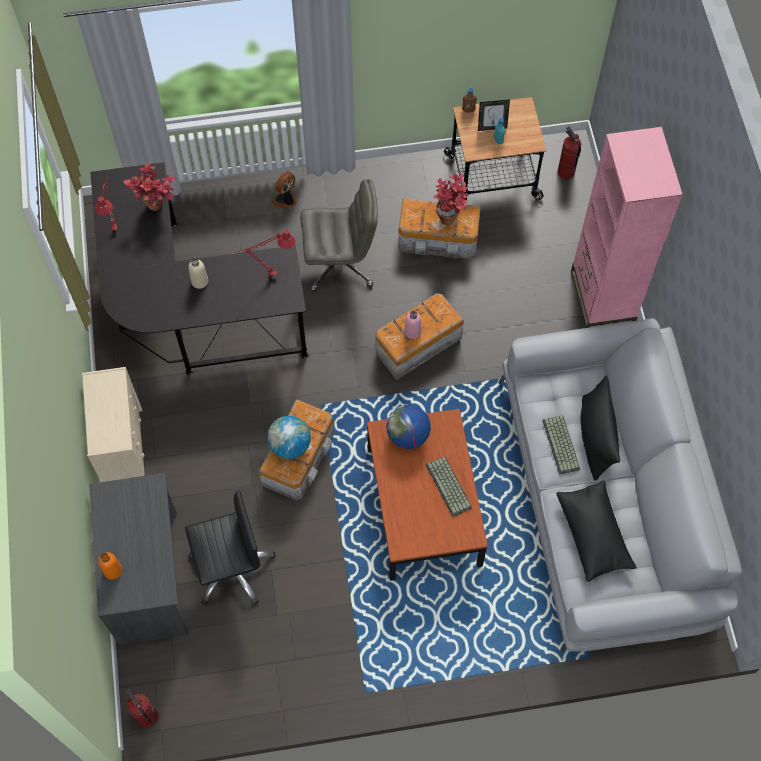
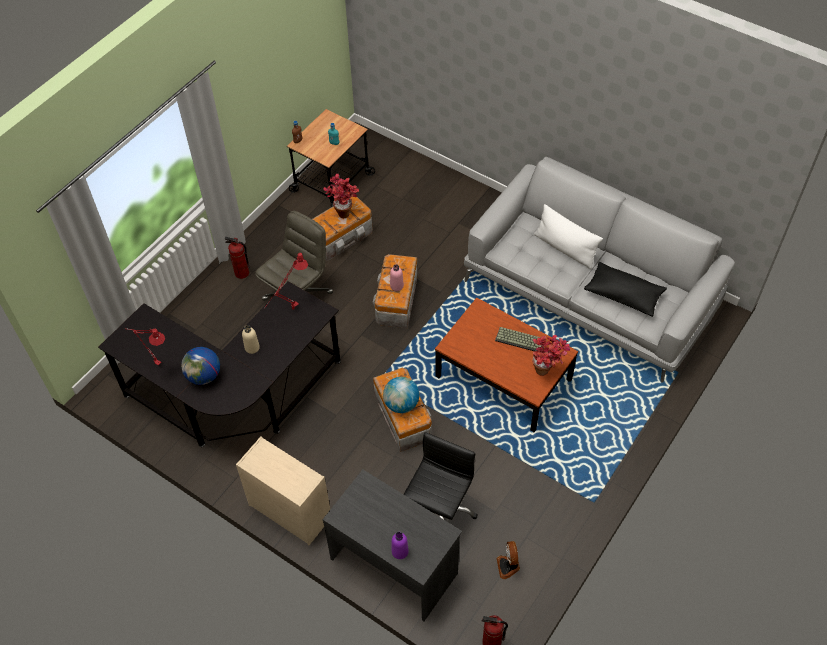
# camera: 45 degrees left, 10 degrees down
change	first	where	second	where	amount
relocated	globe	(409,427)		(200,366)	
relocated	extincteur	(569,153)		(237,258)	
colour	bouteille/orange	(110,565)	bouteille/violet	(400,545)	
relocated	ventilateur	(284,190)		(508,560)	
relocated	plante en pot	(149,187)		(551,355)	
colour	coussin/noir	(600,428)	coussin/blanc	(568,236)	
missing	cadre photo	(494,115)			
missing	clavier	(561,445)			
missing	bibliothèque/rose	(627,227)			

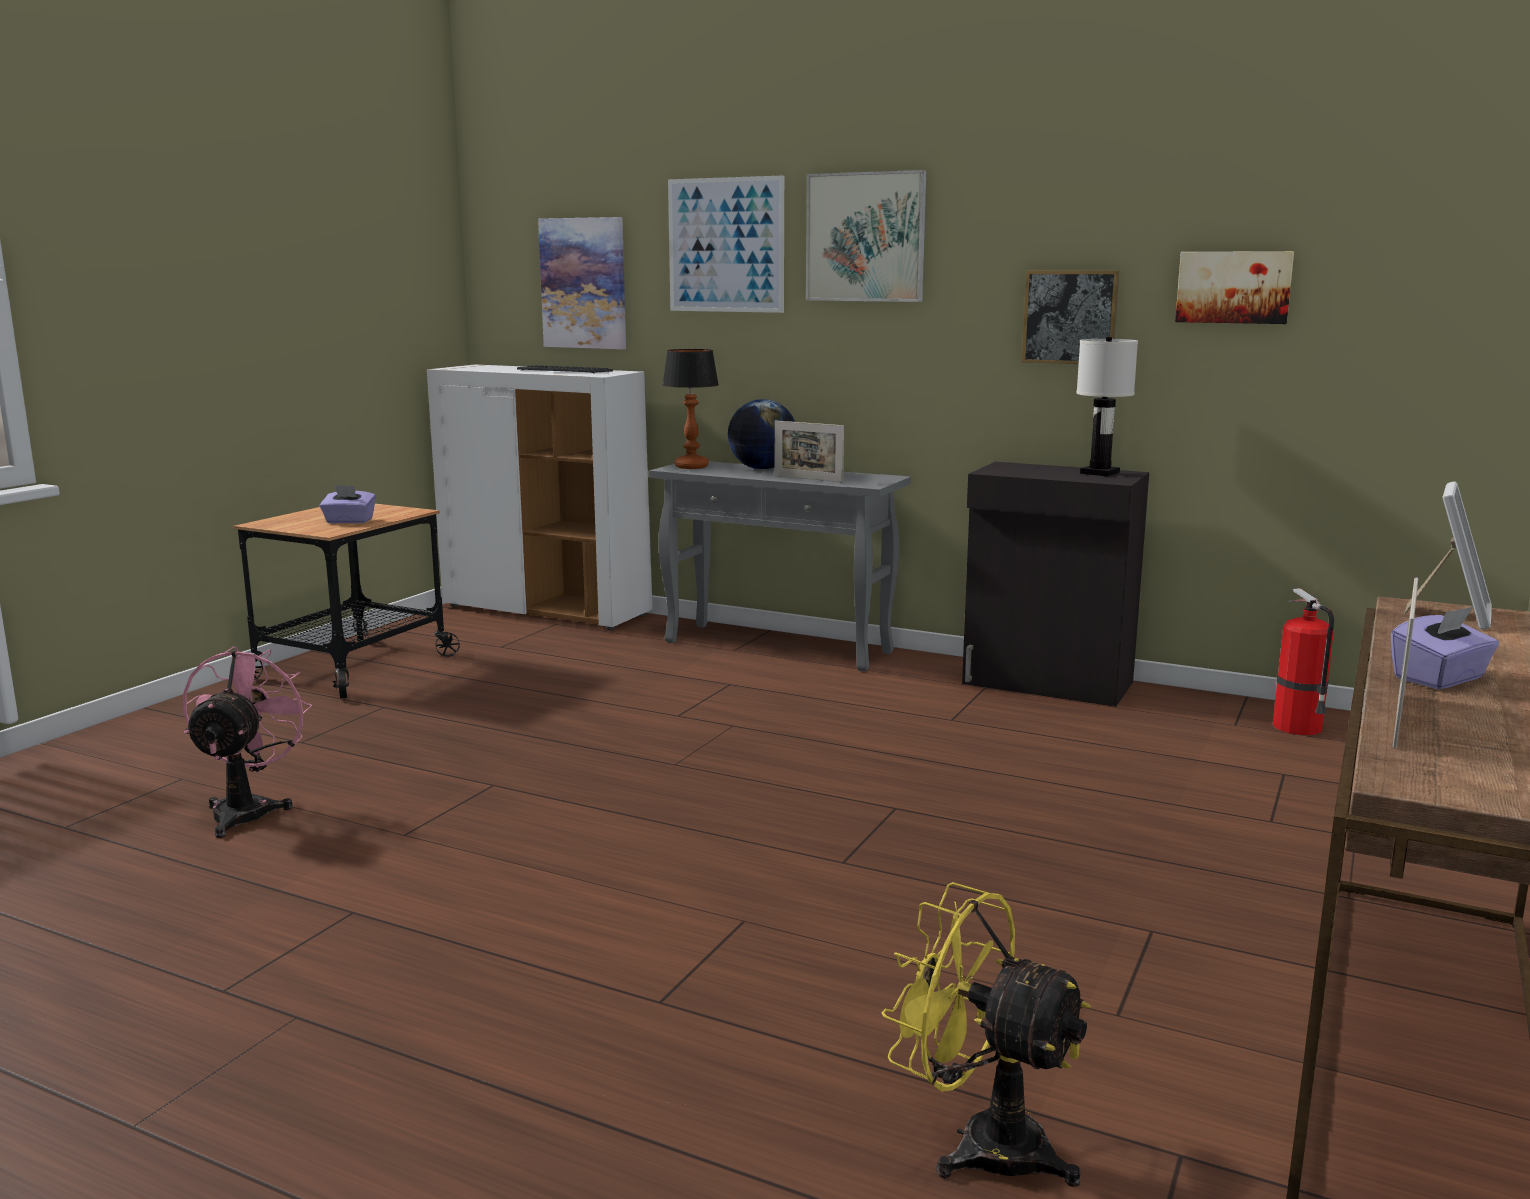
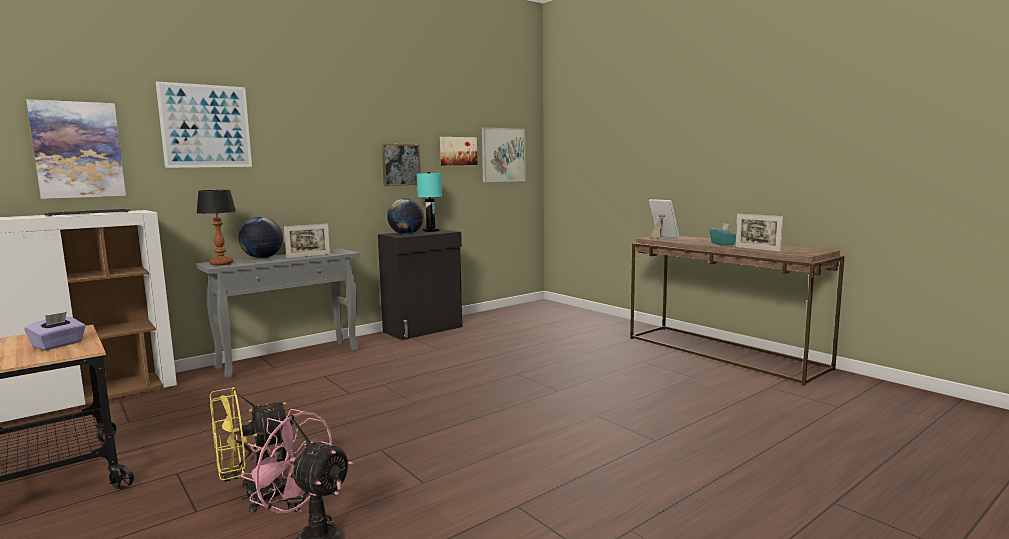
# camera: 65 degrees left, 5 degrees down
change	first	where	second	where	amount
relocated	ventilateur/jaune	(986,1034)		(251,450)	
appeared			globe	(405,216)	
colour	lampe de table/blanc	(1107,406)	lampe de table/turquoise	(429,202)	
relocated	tableau	(866,236)		(504,154)	
colour	boîte à mouchoirs/violet	(1445,648)	boîte à mouchoirs/turquoise	(723,234)	
missing	extincteur	(1303,661)			

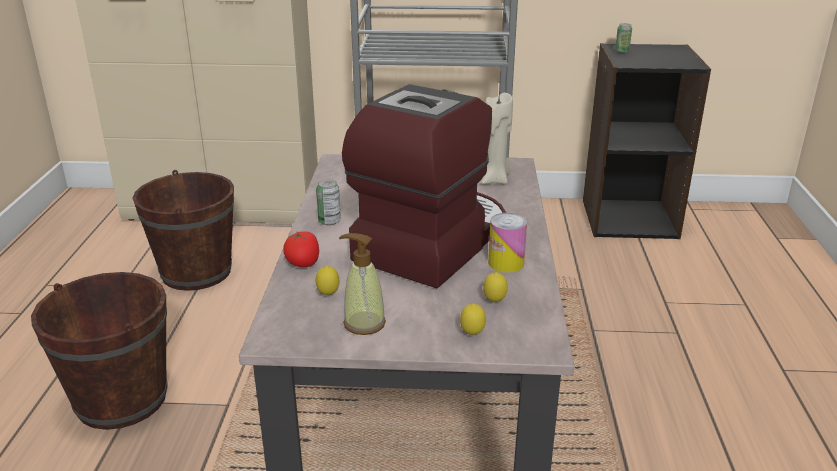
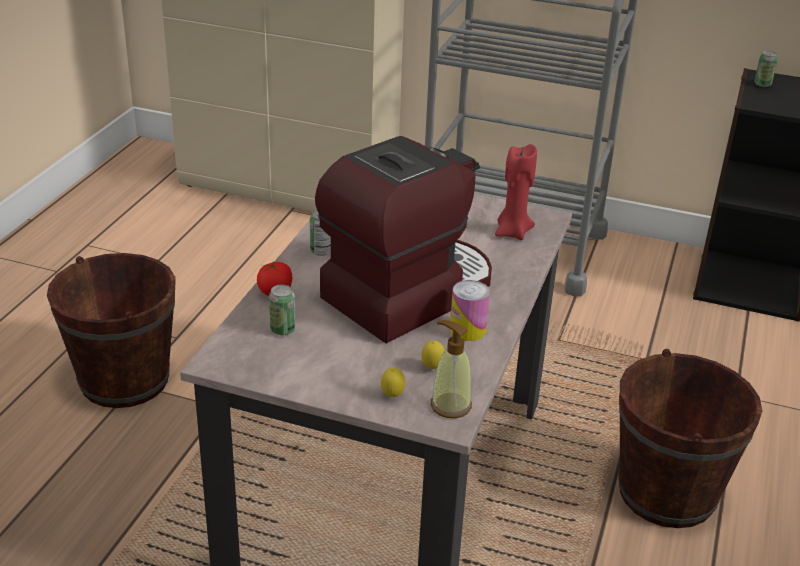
# camera: 15 degrees right, 5 degrees up
change	first	where	second	where	amount
exchanged	citron	(328,281)	boîte métallique	(282,310)	
relocated	distributeur de savon	(362,284)		(451,369)	
colour	bougie/beige	(497,139)	bougie/rouge	(516,192)	
relocated	seau/marron	(183,230)		(690,438)	

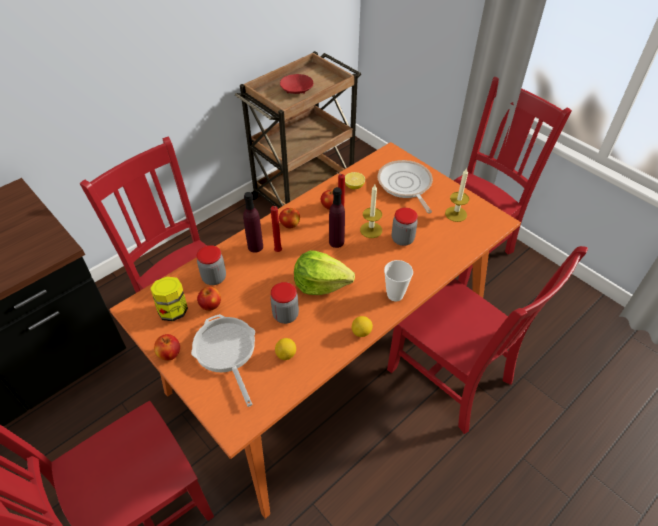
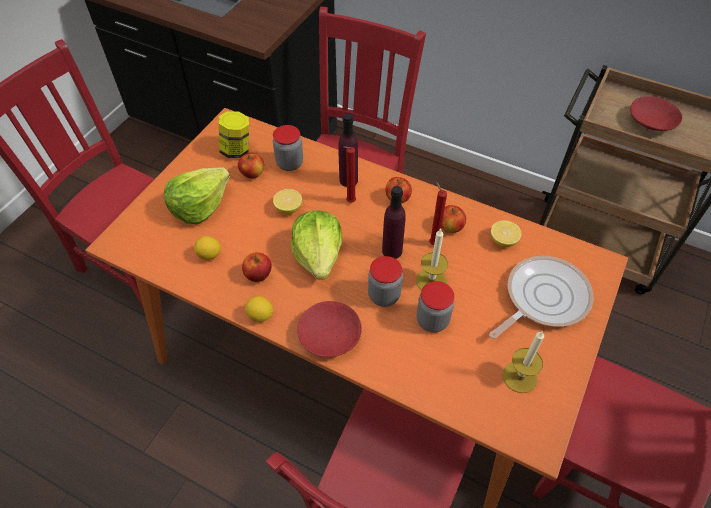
# camera: 70 degrees right, 5 degrees up
change	first	where	second	where	amount
exchanged	poêle	(223,360)	laitue	(197,195)	
relocated	pomme	(167,347)		(257,267)	
appeared			citron	(287,201)	
exchanged	tasse	(398,280)	bol/rouge	(329,329)	
relocated	bocal	(284,303)		(385,281)	

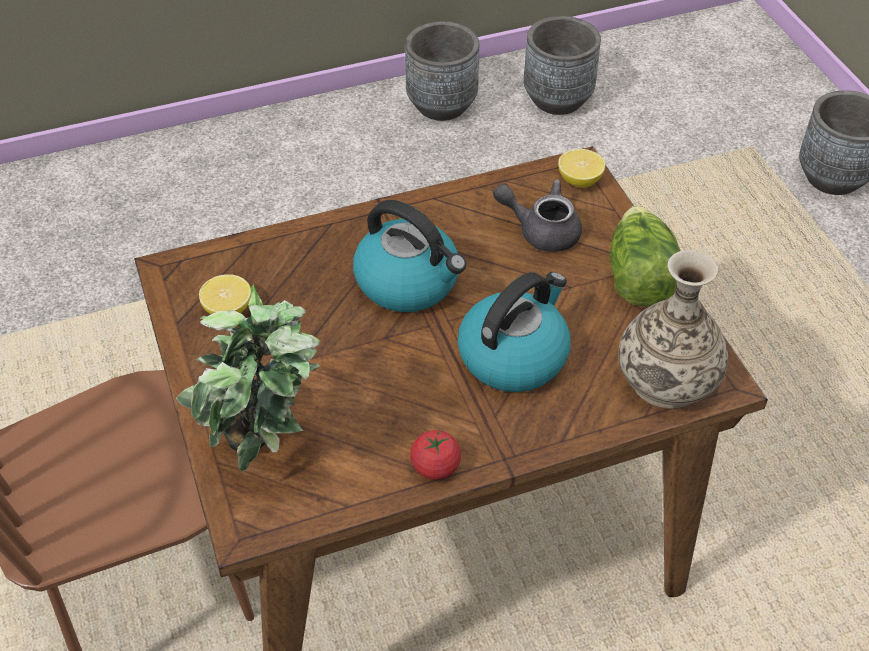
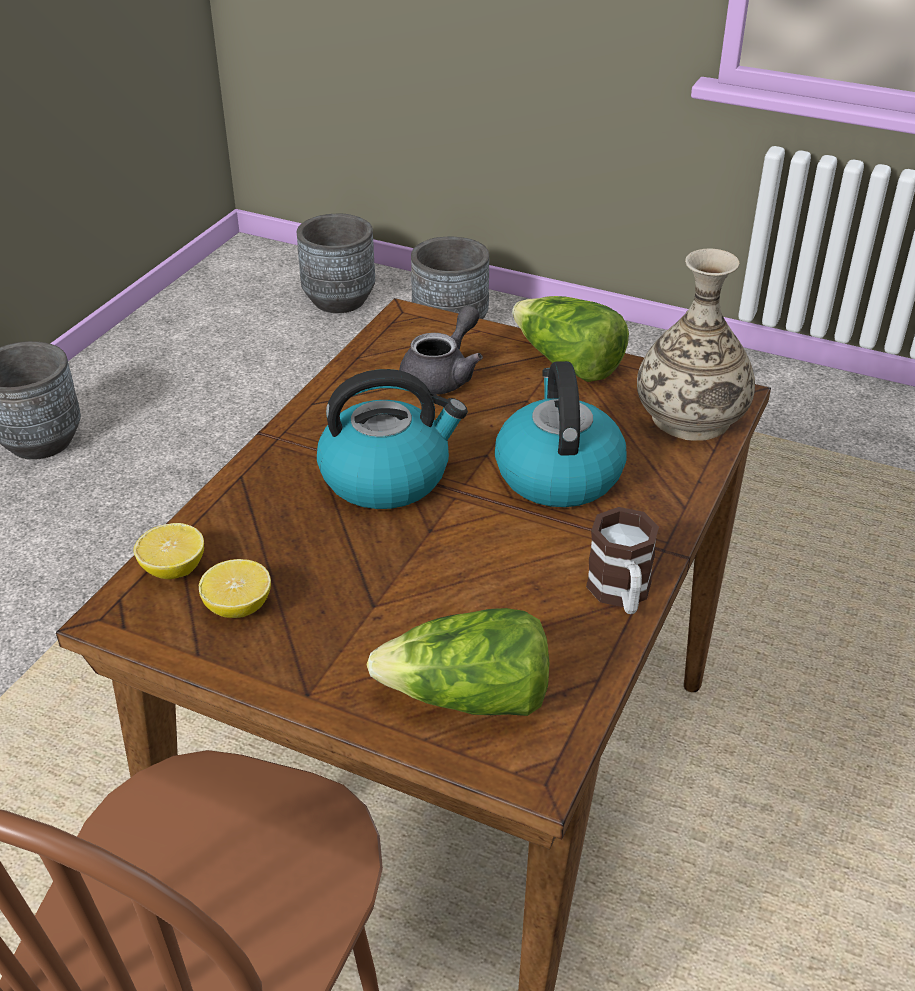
# camera: 45 degrees left, 10 degrees down
change	first	where	second	where	amount
relocated	citron	(581,168)		(168,551)	
relocated	cache-pot/gris	(562,65)		(336,263)	
exchanged	plante en pot	(248,377)	laitue	(457,662)	
spun	théière/gris	(537,215)		(441,350)	150 degrees clockwise
exchanged	tomate	(435,455)	mug	(622,560)	

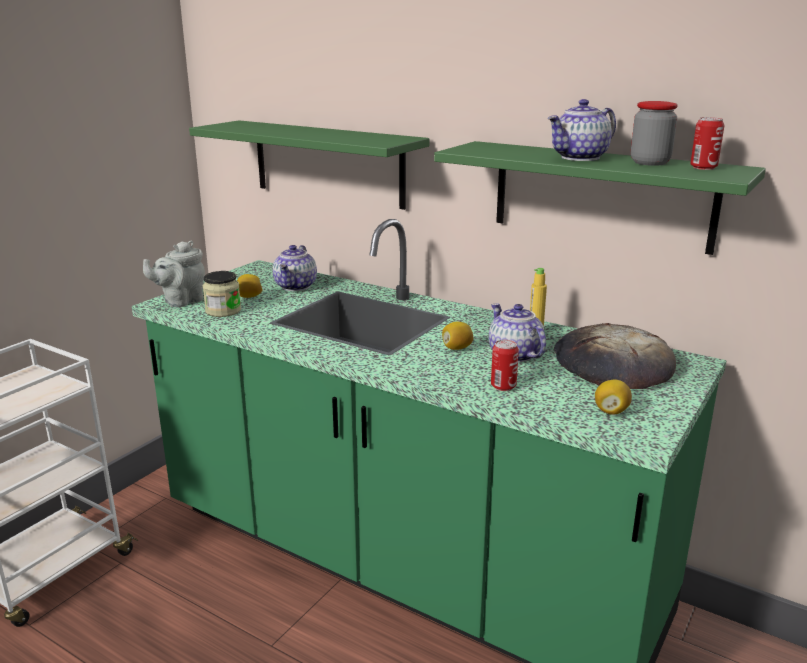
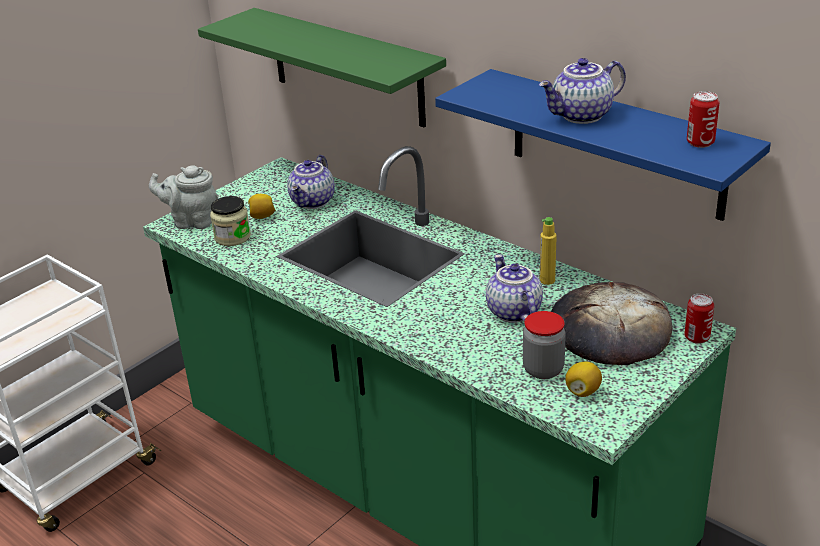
# camera: 10 degrees right, 10 degrees up
change	first	where	second	where	amount
spun	théière/gris	(174,273)		(183,197)	45 degrees clockwise
colour	étagère/vert	(600,198)	étagère/bleu	(603,145)	
relocated	bocal	(654,133)		(544,345)	
relocated	boîte métallique	(505,365)		(699,319)	
missing	citron	(458,336)			

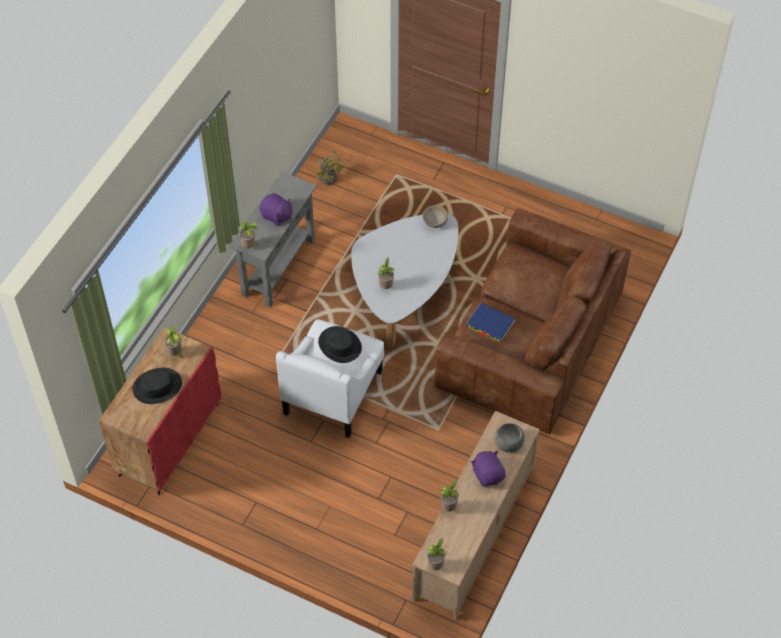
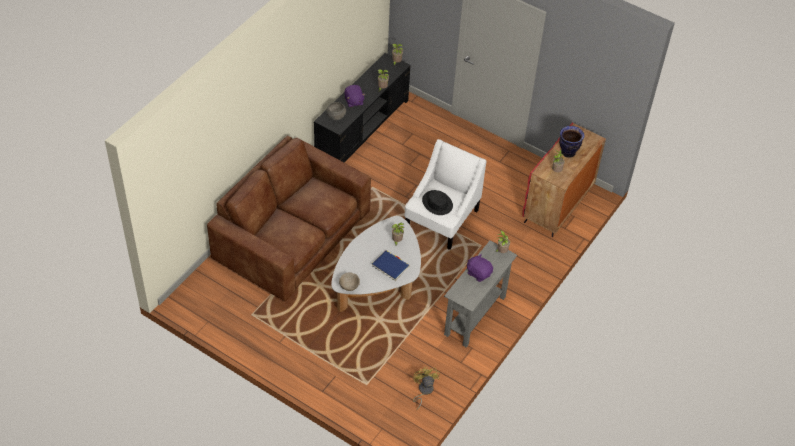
# camera: 175 degrees left, 5 degrees down
change	first	where	second	where	amount
colour	meuble télé/beige	(476,516)	meuble télé/noir	(362,107)	
relocated	livre/bleu	(490,322)		(391,265)	
exchanged	chapeau/noir	(157,386)	vase	(572,142)	

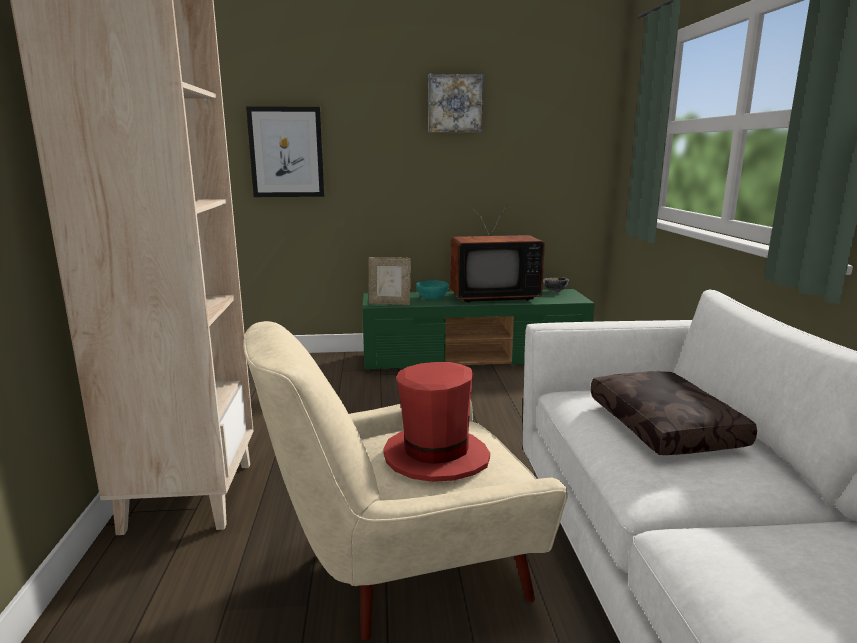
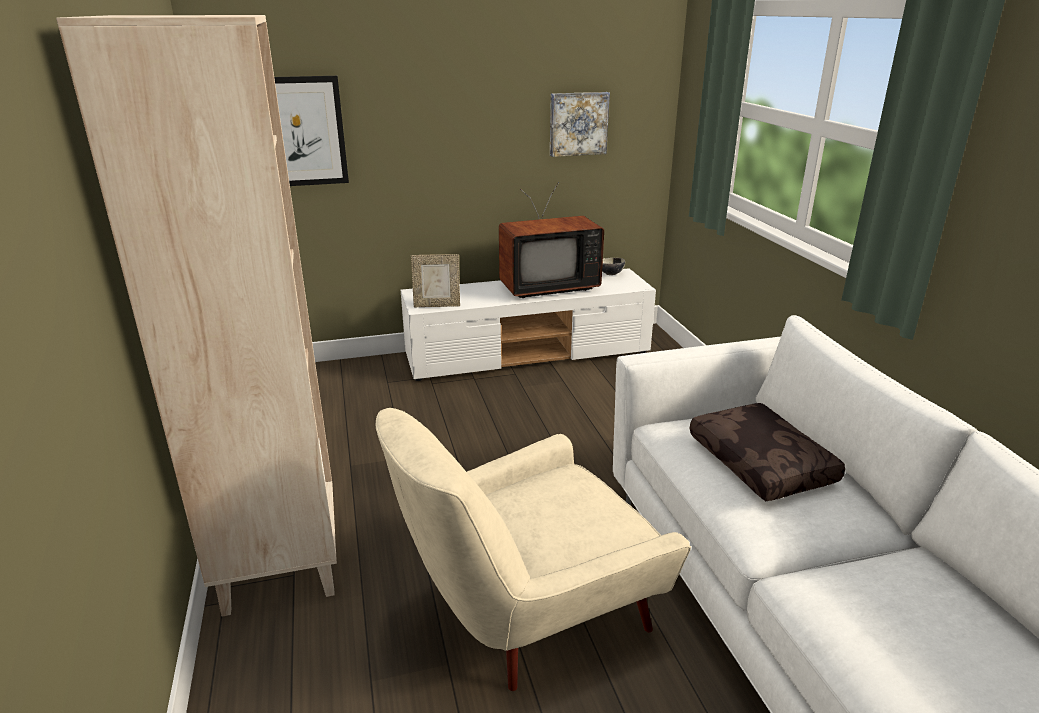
# camera: 10 degrees left, 10 degrees up
change	first	where	second	where	amount
colour	meuble télé/vert	(478,330)	meuble télé/blanc	(528,324)	
relocated	tableau	(456,103)		(580,124)	
missing	chapeau/rouge	(436,422)			
missing	bol/turquoise	(432,289)			

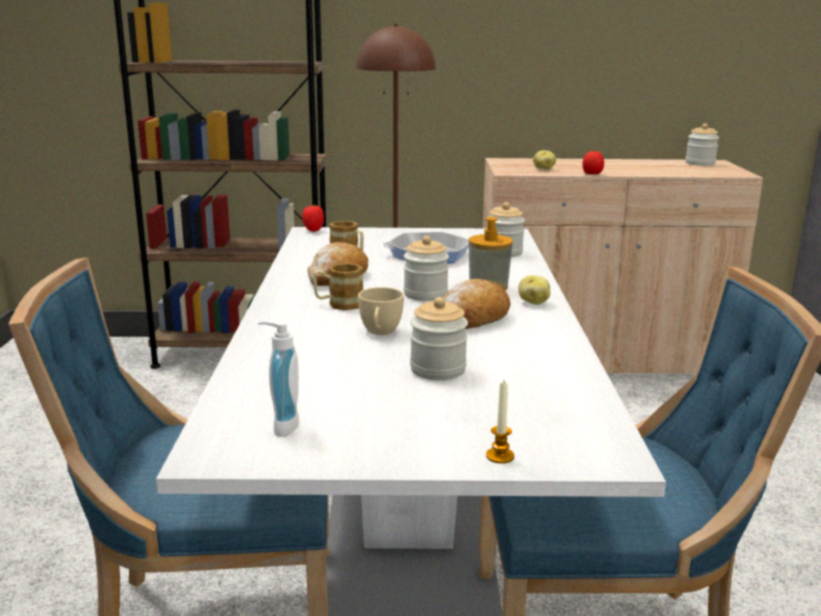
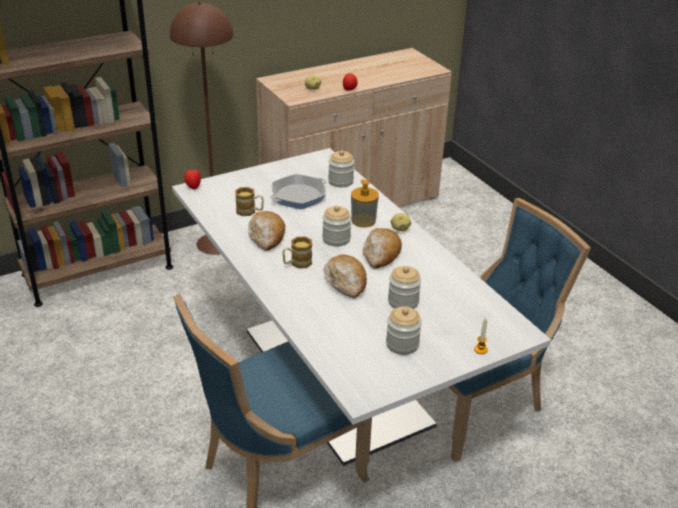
# camera: 30 degrees left, 15 degrees up
change	first	where	second	where	amount
exchanged	tasse/beige	(381,311)	pain	(345,276)	
relocated	bocal	(702,144)		(404,331)	
missing	distributeur de savon	(278,379)			

